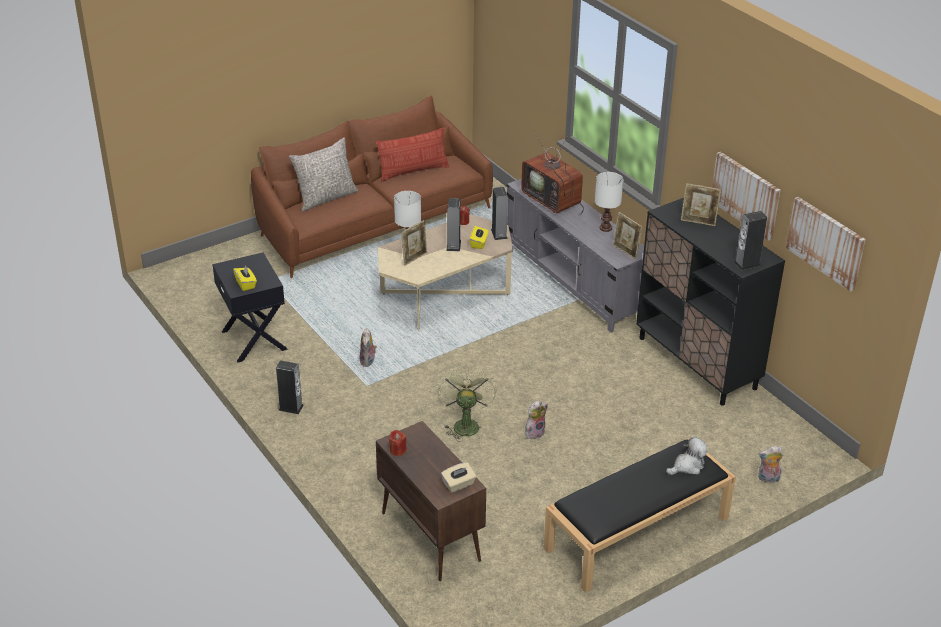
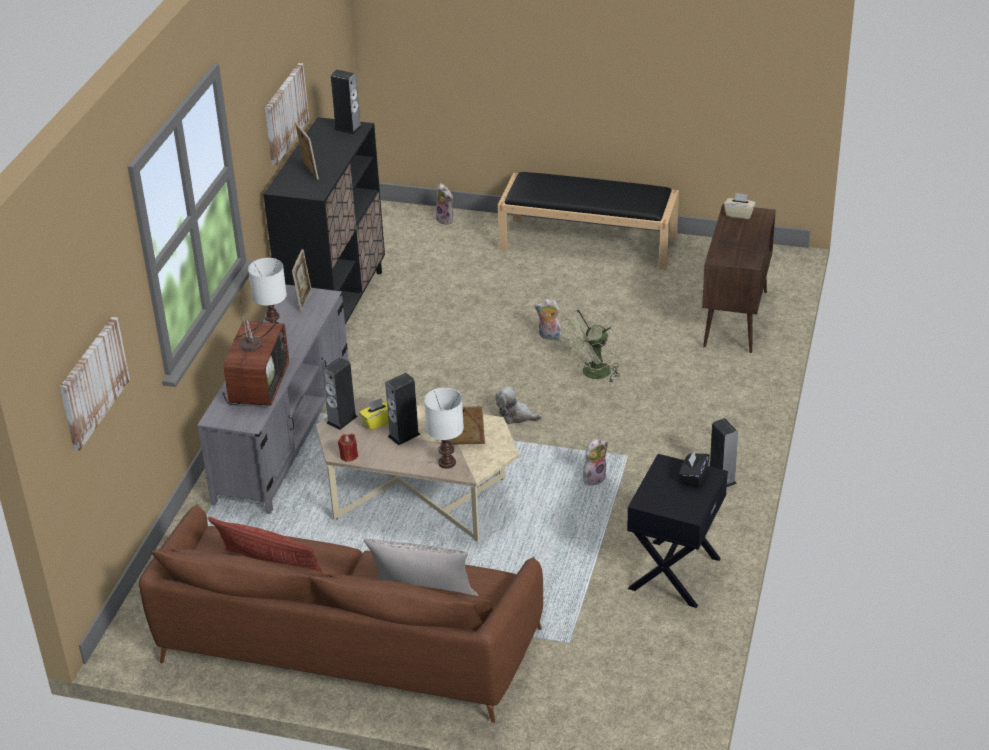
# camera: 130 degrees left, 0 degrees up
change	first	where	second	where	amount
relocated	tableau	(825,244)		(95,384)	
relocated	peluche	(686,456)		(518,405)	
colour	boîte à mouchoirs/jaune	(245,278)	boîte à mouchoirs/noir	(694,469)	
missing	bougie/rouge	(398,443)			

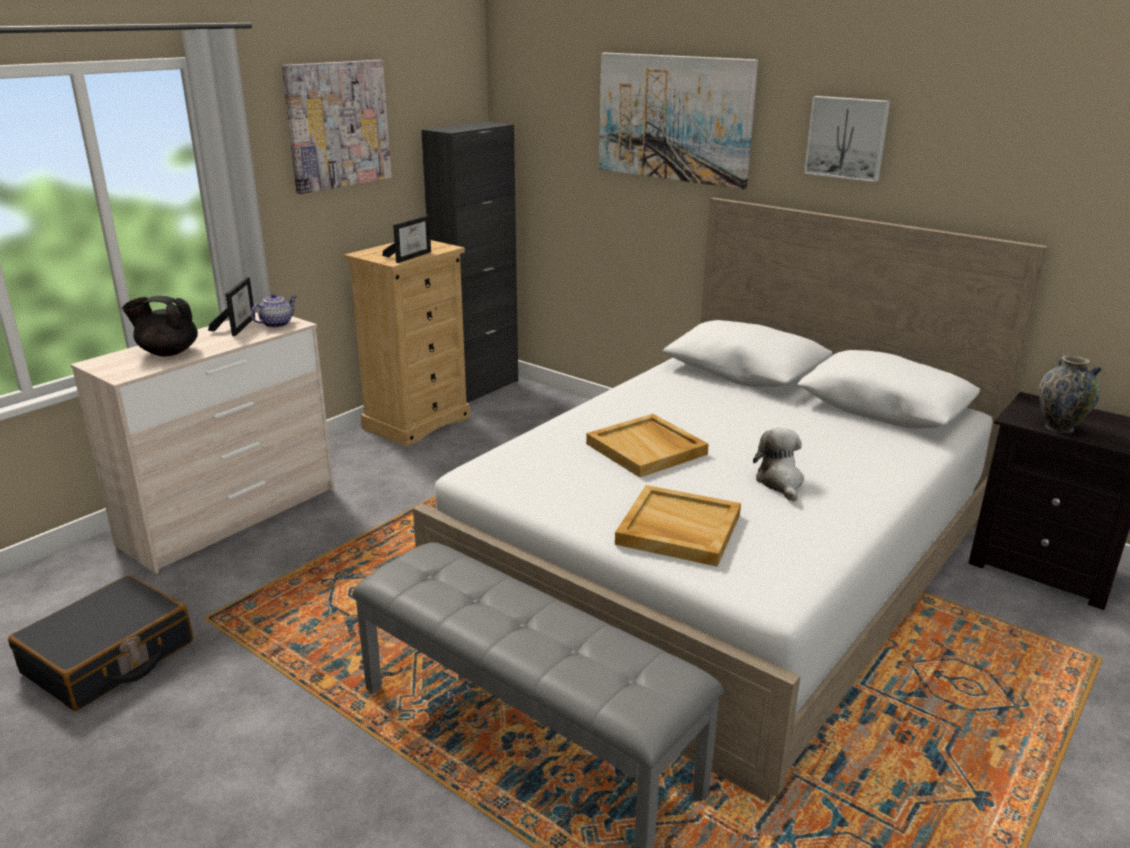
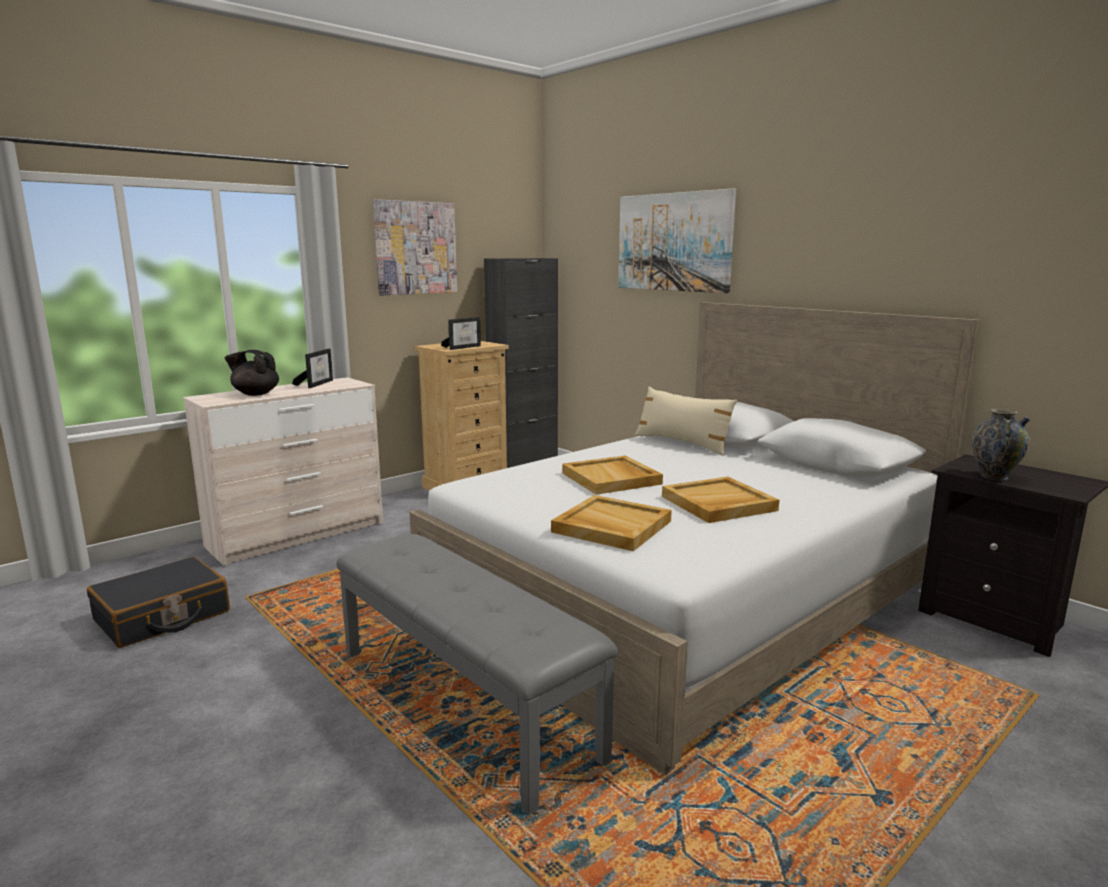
# camera: 10 degrees right, 10 degrees down
change	first	where	second	where	amount
appeared			coussin/beige	(686,421)	
exchanged	peluche	(778,465)	plateau/beige	(720,500)	
missing	théière	(274,310)			
missing	tableau	(847,139)			

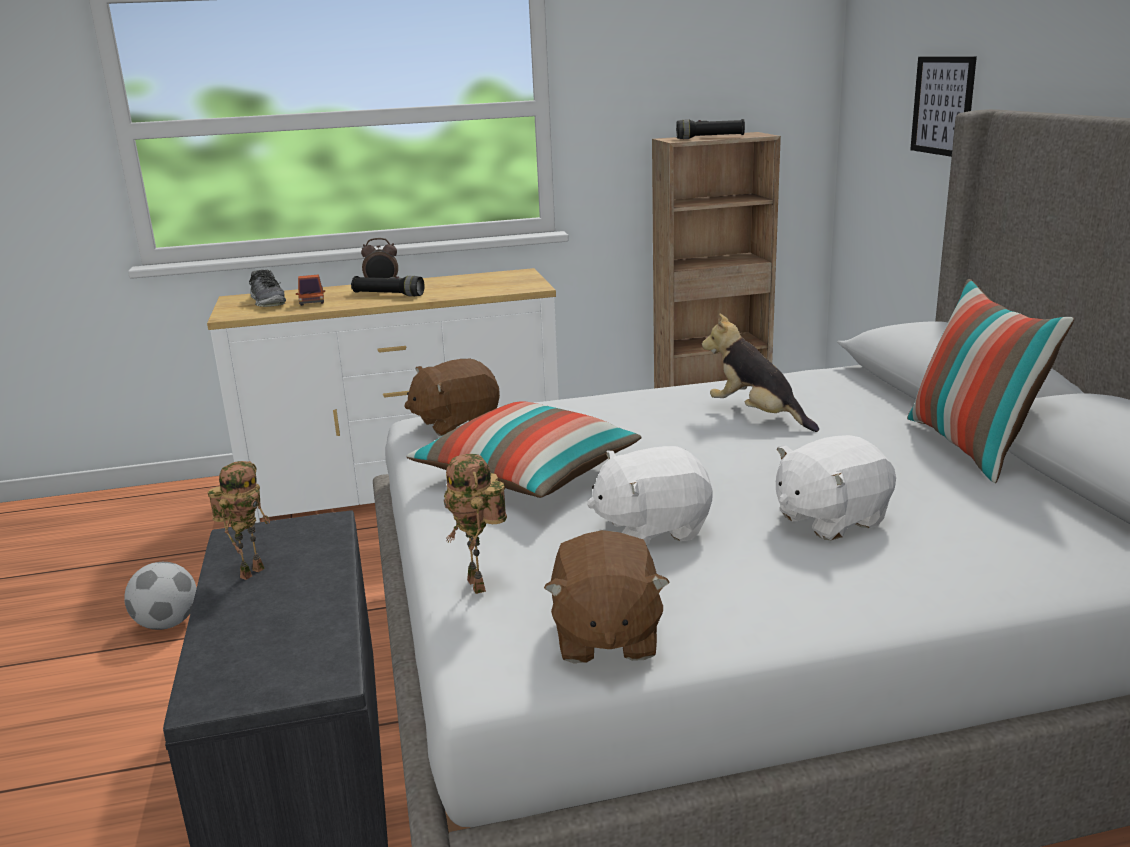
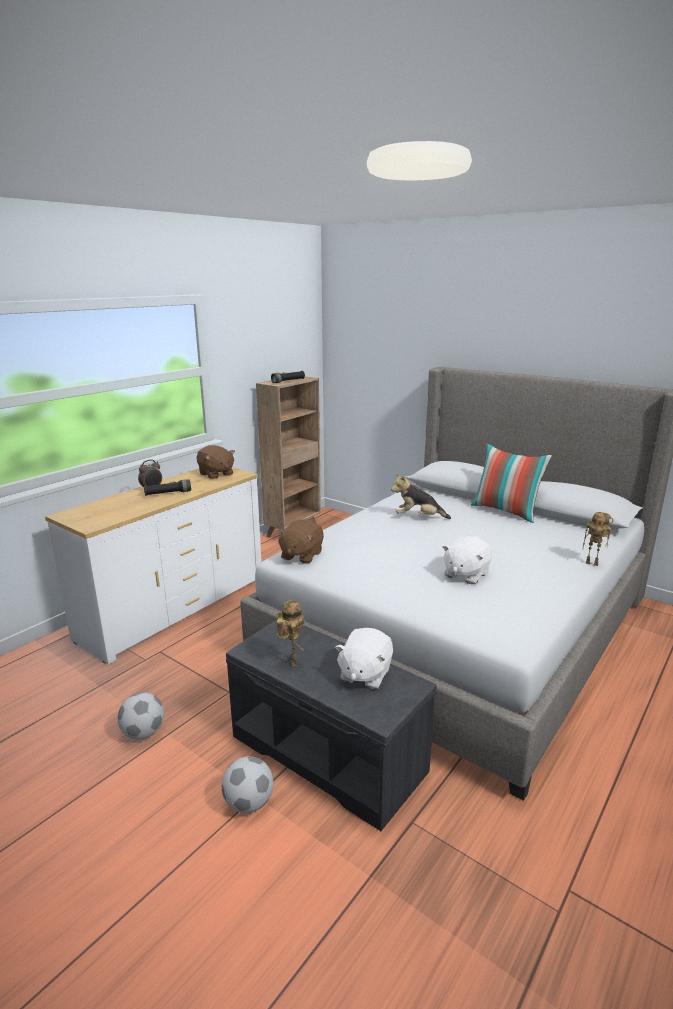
# camera: 40 degrees left, 0 degrees up
change	first	where	second	where	amount
relocated	peluche/marron	(607,596)		(216,462)	
appeared			ballon de foot	(248,784)	
relocated	peluche/blanc	(836,487)		(364,658)	
relocated	robot jouet	(475,524)		(598,539)	
missing	chaussure	(267,288)			
missing	camion jouet	(310,290)			
missing	coussin	(523,449)			
missing	tableau	(943,106)			

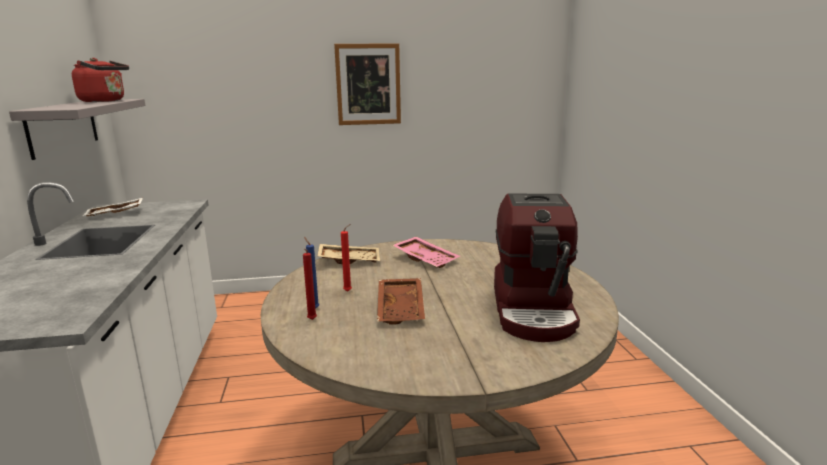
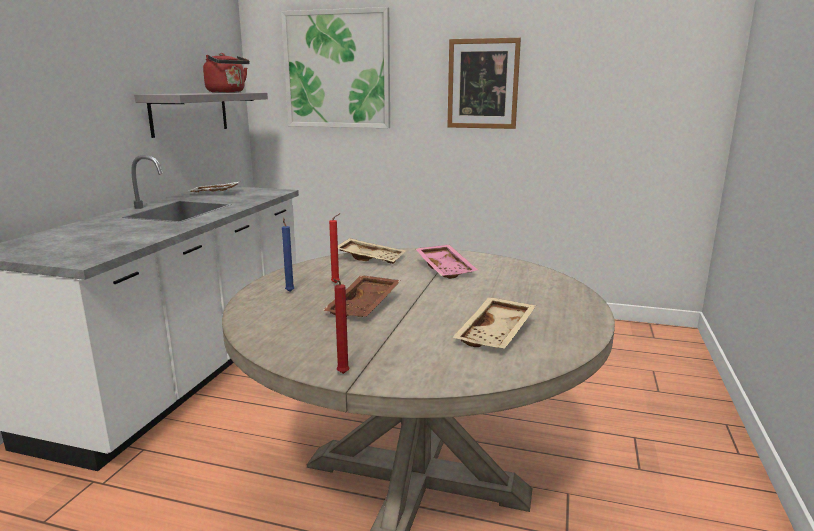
# camera: 25 degrees right, 0 degrees up
change	first	where	second	where	amount
appeared			tableau	(335,67)	
relocated	bougie/rouge	(310,284)		(341,326)	
exchanged	machine à café	(537,267)	plateau/beige	(494,323)	

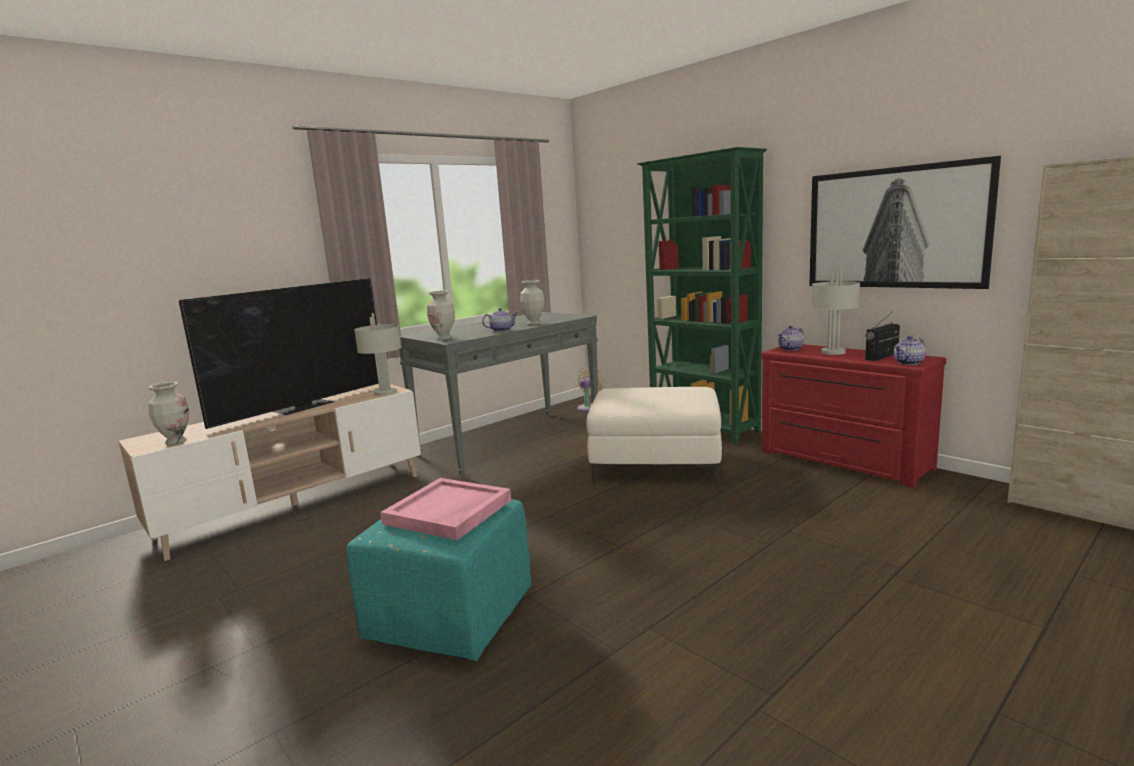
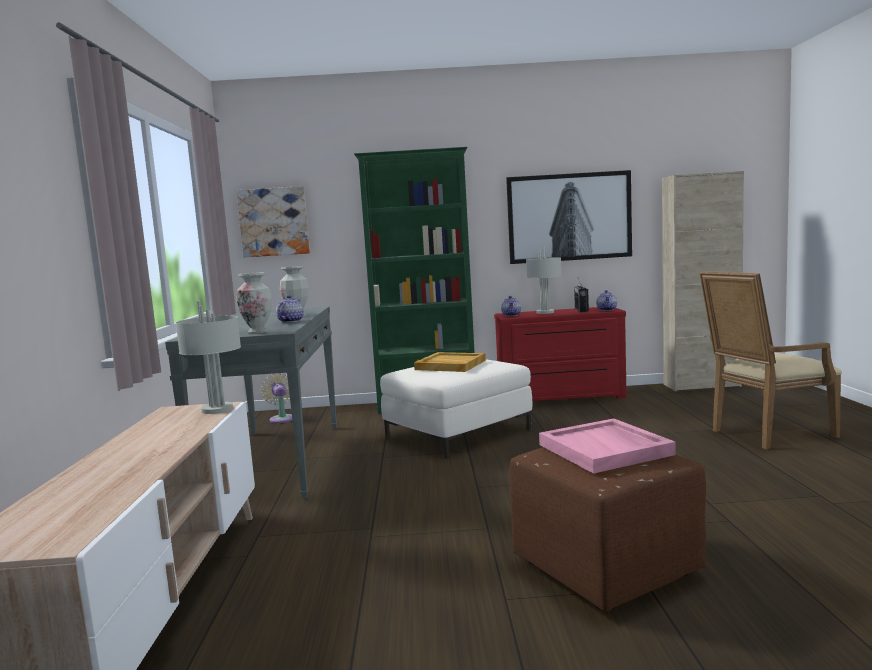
# camera: 50 degrees left, 5 degrees down
change	first	where	second	where	amount
appeared			tableau	(273,221)	
appeared			plateau/beige	(450,362)	
colour	pouf/turquoise	(438,580)	pouf/marron	(608,529)	
appeared			fauteuil/beige	(770,360)	
missing	vase	(168,413)			
missing	téléviseur	(279,353)			

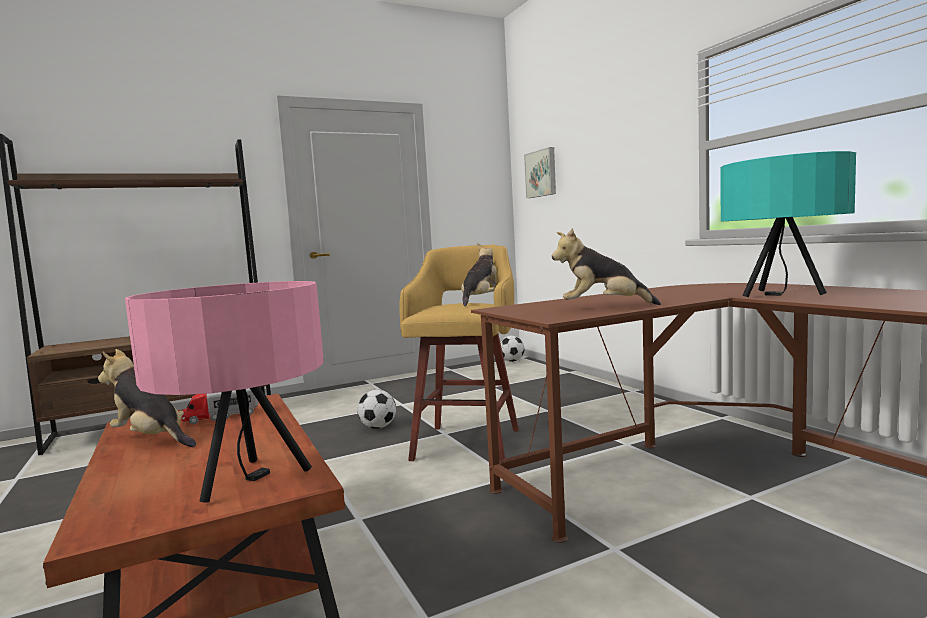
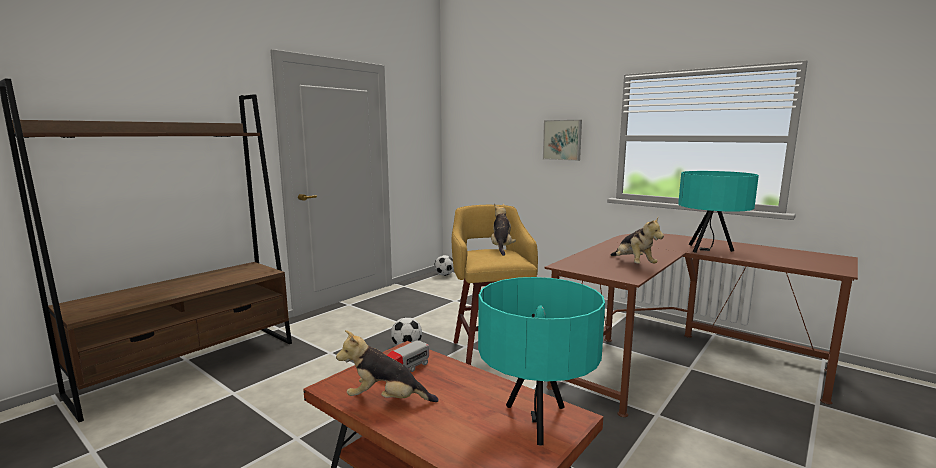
# camera: 25 degrees left, 5 degrees up
change	first	where	second	where	amount
colour	lampe de table/rose	(224,391)	lampe de table/turquoise	(541,361)	
relocated	tableau	(540,172)		(562,140)	
spun	peluche	(606,266)		(637,240)	90 degrees counterclockwise

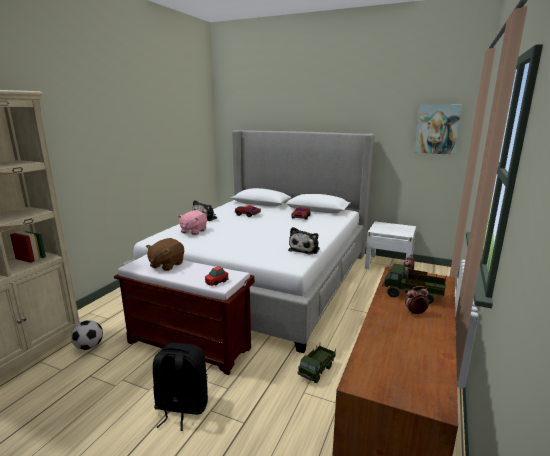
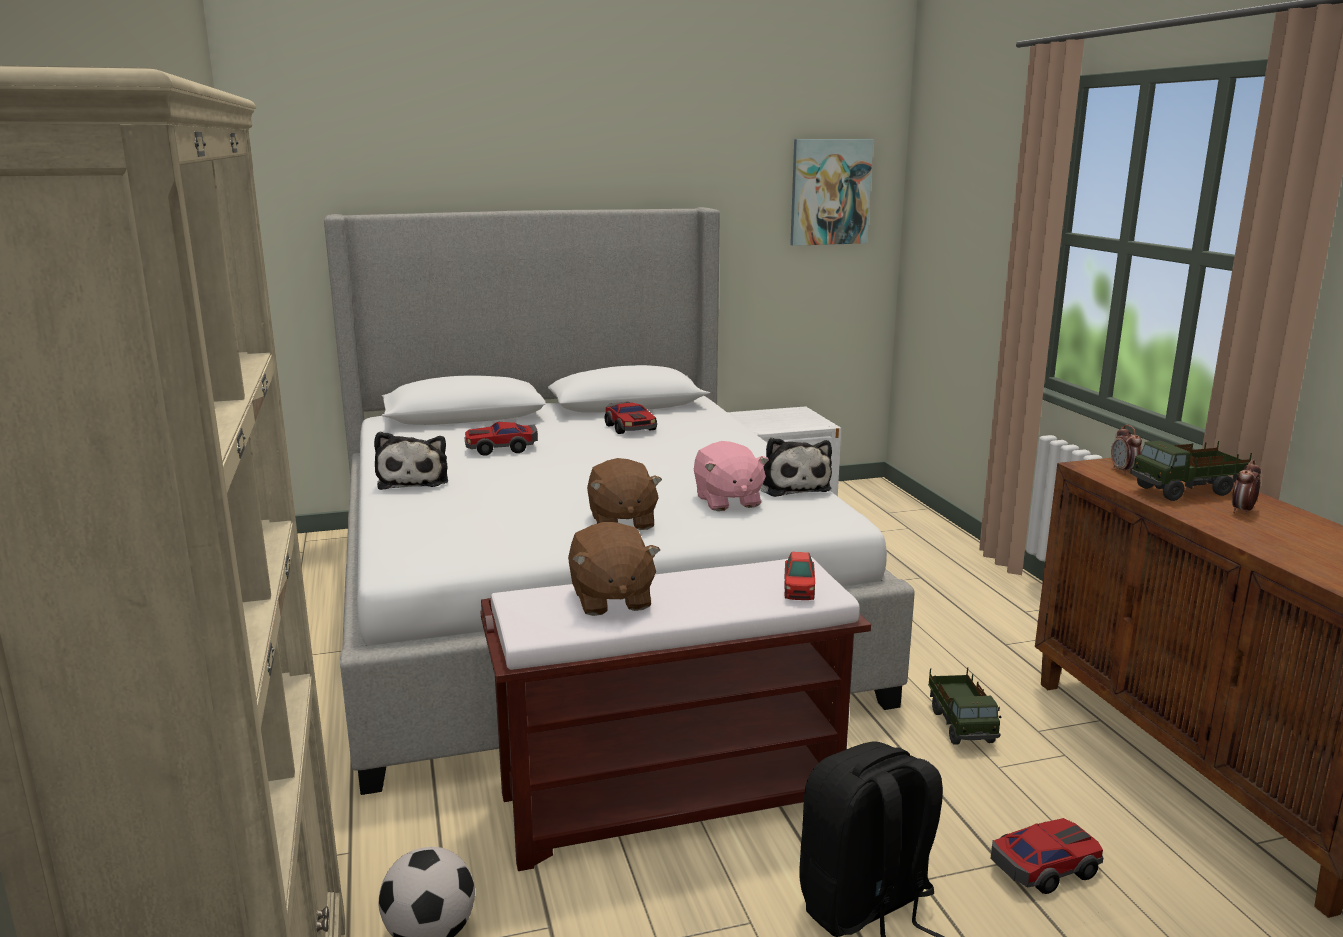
# camera: 40 degrees left, 0 degrees up
change	first	where	second	where	amount
appeared			peluche/marron	(624,494)	
relocated	peluche/rose	(192,222)		(731,476)	
appeared			petite voiture	(1047,856)	

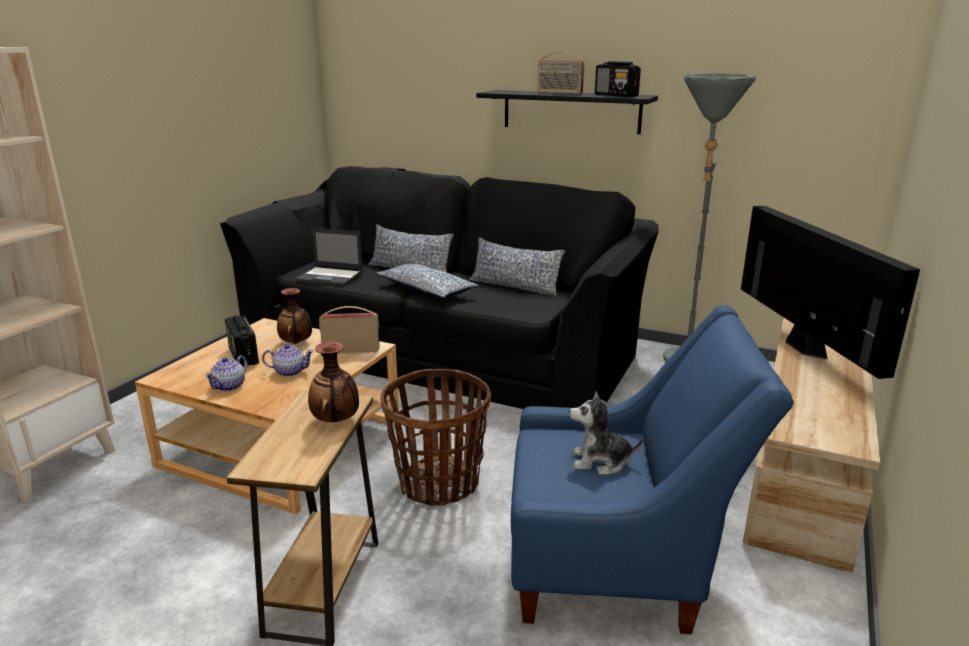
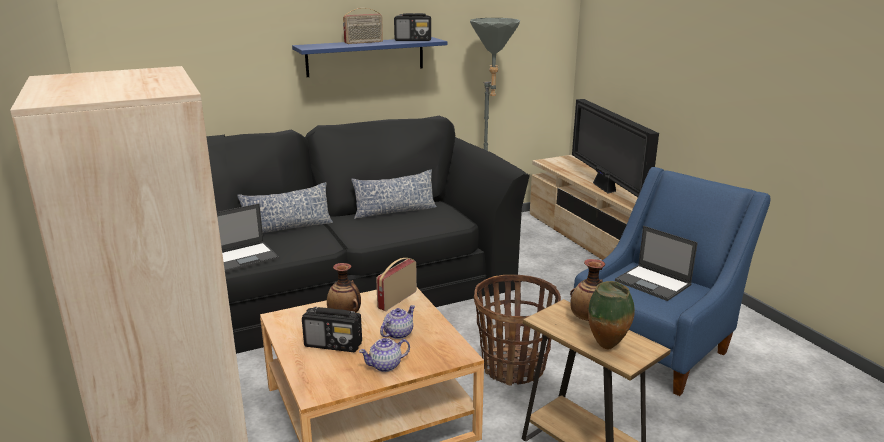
# camera: 50 degrees left, 0 degrees up
change	first	where	second	where	amount
colour	étagère/noir	(567,112)	étagère/bleu	(369,57)	
spun	théière	(226,373)		(384,355)	90 degrees clockwise
spun	téléviseur	(830,292)		(615,148)	135 degrees counterclockwise
appeared			vase	(611,315)	
exchanged	peluche	(606,433)	ordinateur portable	(656,263)	
missing	coussin	(427,280)			

